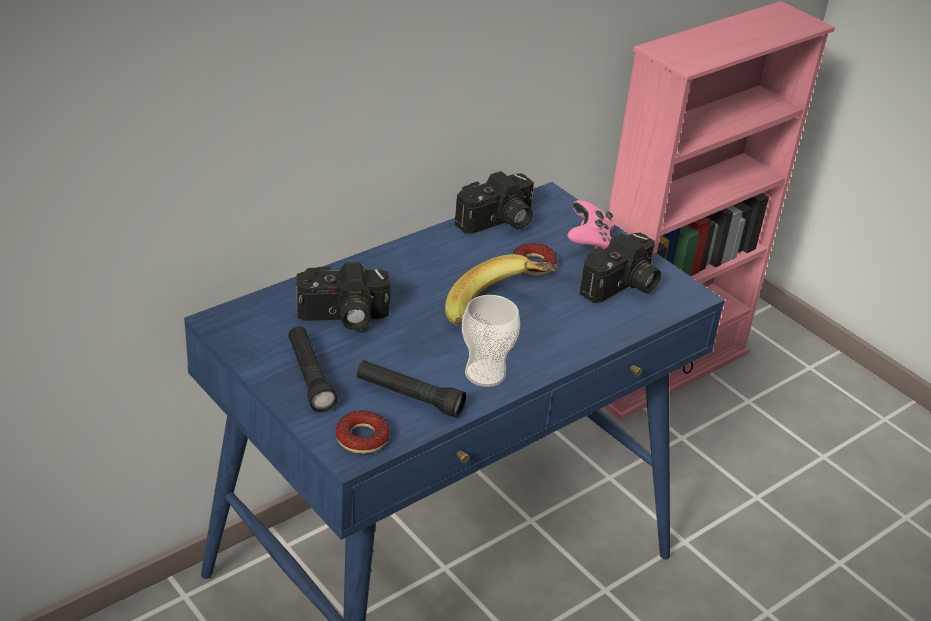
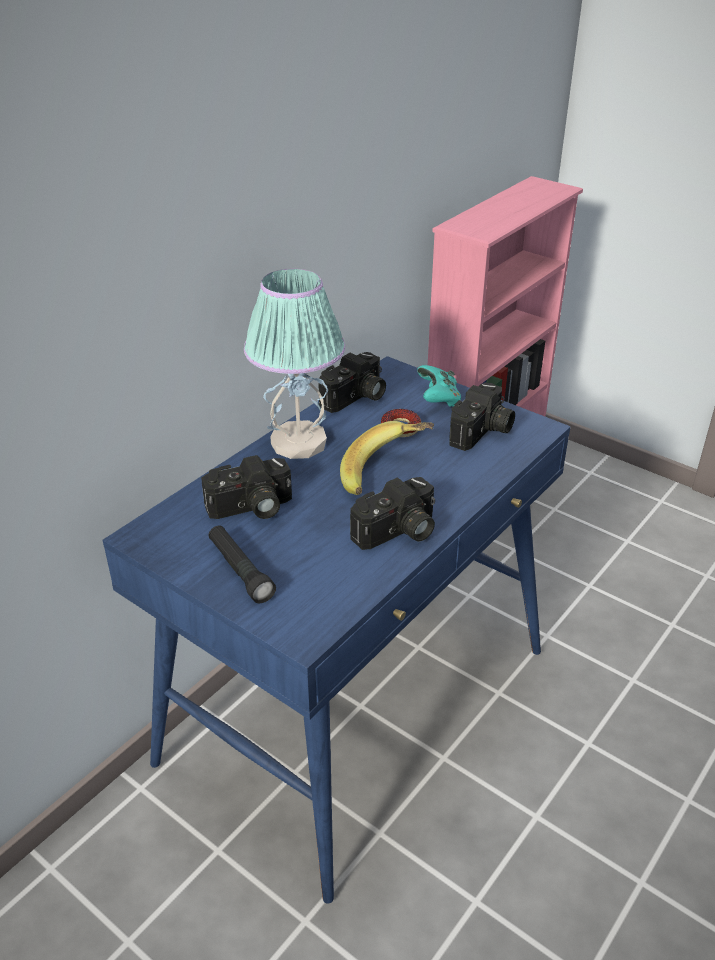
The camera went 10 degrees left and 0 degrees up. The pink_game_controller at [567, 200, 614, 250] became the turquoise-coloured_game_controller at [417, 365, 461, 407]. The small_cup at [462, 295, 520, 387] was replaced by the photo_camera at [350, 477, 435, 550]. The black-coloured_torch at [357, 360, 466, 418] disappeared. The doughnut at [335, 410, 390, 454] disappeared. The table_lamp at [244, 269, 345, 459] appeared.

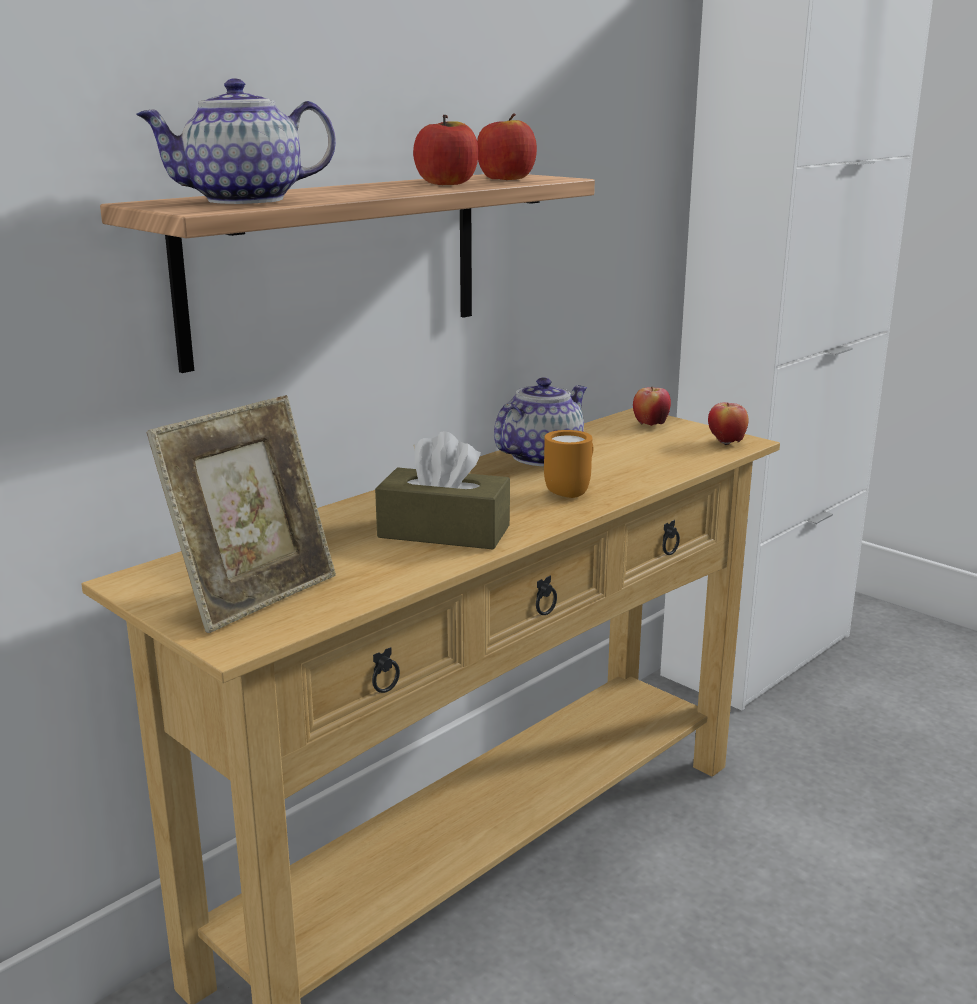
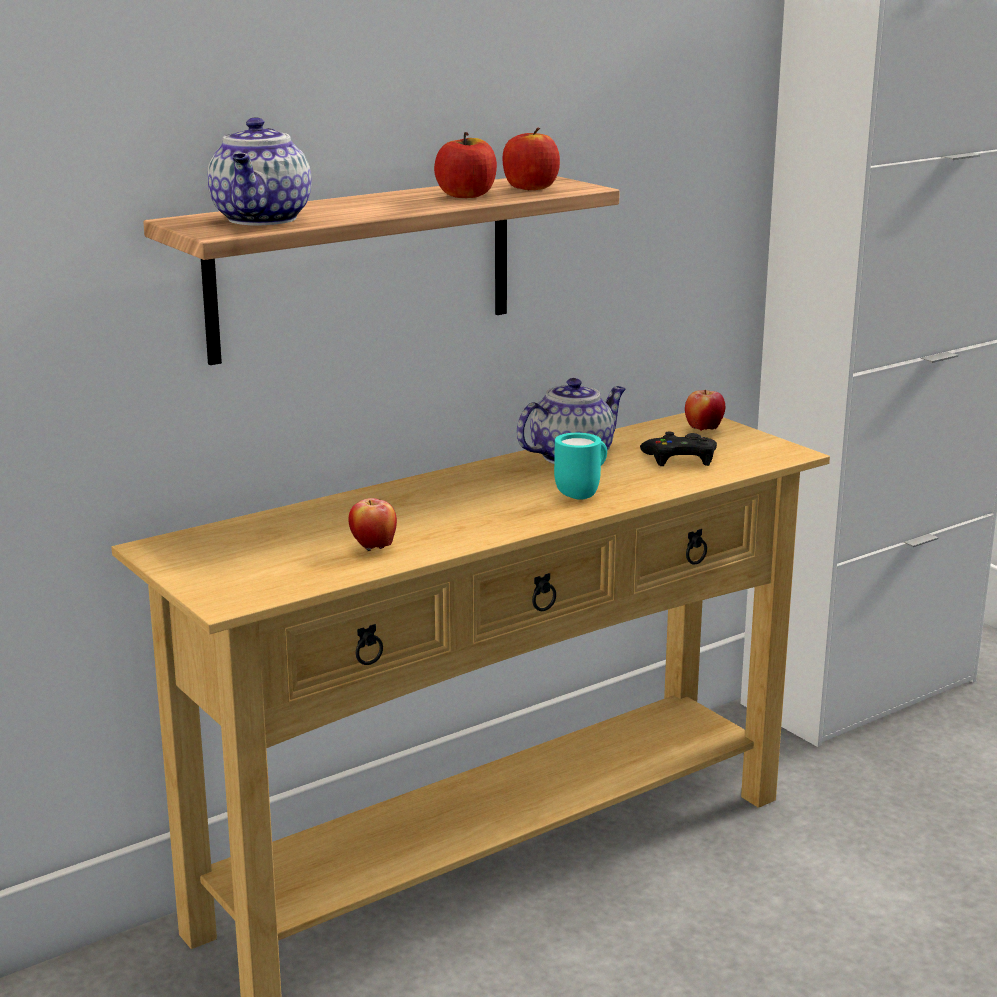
The camera went 10 degrees right and 0 degrees up. The tea_pot at [136, 78, 336, 204] turned 75 degrees counterclockwise. The photo_frame at [147, 395, 336, 633] disappeared. The whole_apple moved from [708, 402, 749, 445] to [348, 498, 397, 551]. The orange_mug at [544, 430, 593, 498] became the turquoise-coloured_mug at [554, 433, 607, 500]. The brownish_tissue_box at [375, 431, 510, 549] disappeared. The black-coloured_game_controller at [640, 432, 717, 466] appeared.

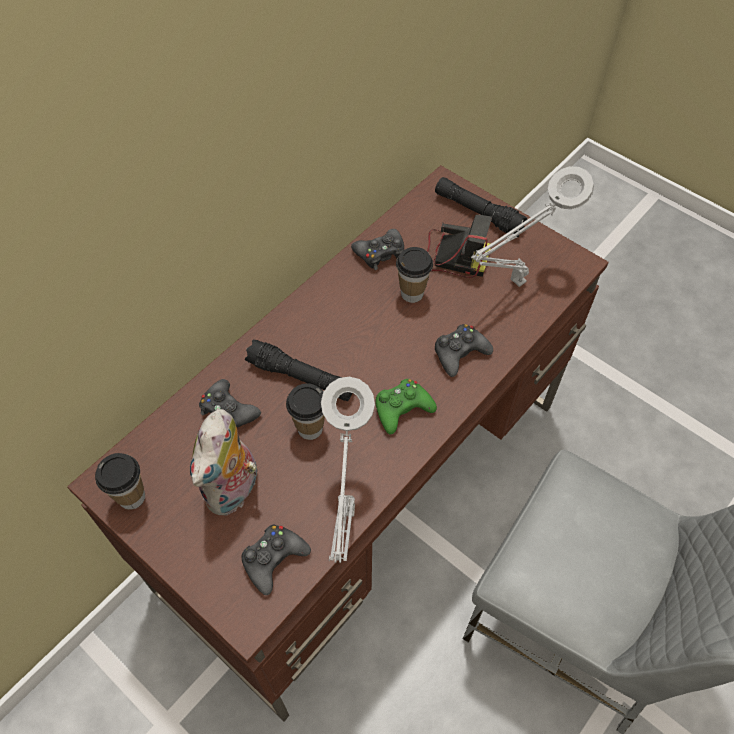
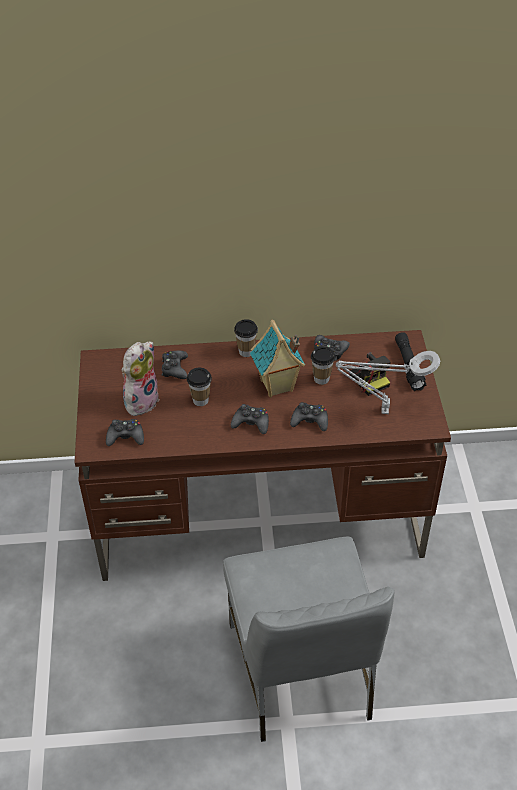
The camera went 45 degrees right and 10 degrees down. The black-coloured_torch at [245, 340, 353, 401] disappeared. The gray_table_lamp at [321, 377, 375, 563] disappeared. The green-coloured_game_controller at [375, 379, 437, 434] became the black-coloured_game_controller at [231, 404, 269, 434]. The plush_toy at [190, 409, 260, 516] turned 150 degrees clockwise. The small_cup moved from [95, 453, 145, 510] to [234, 319, 258, 357]. The model_house at [250, 320, 305, 398] appeared.

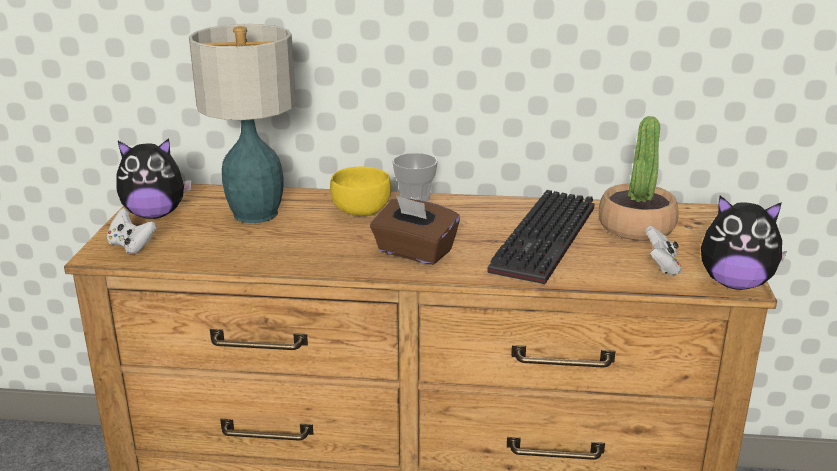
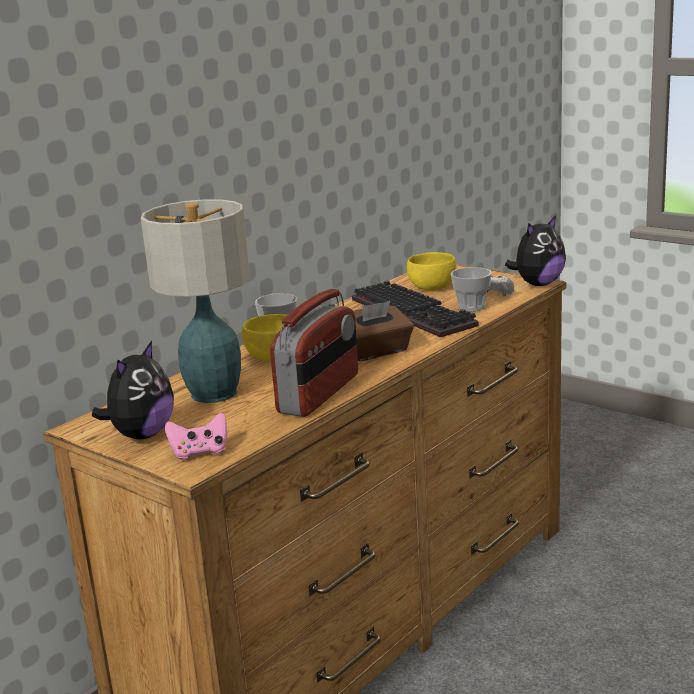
The camera went 55 degrees left and 5 degrees down. The houseplant at [599, 116, 679, 241] was replaced by the yellowish_serving_bowl at [407, 252, 456, 291]. The white_game_controller at [107, 208, 157, 254] became the pink_game_controller at [165, 412, 227, 459]. The small_cup at [451, 267, 492, 312] appeared. The radio at [270, 289, 358, 417] appeared.

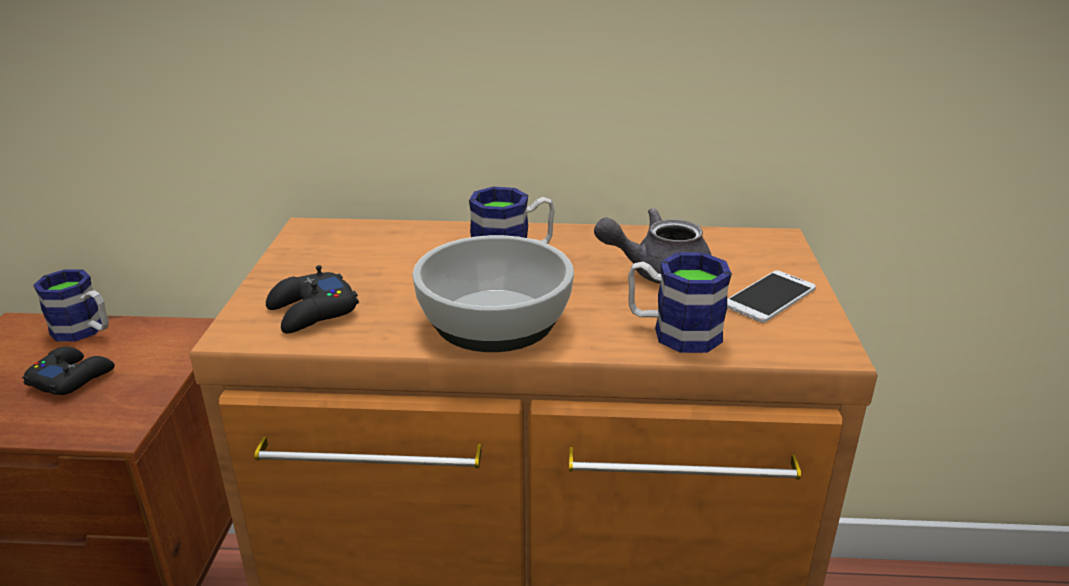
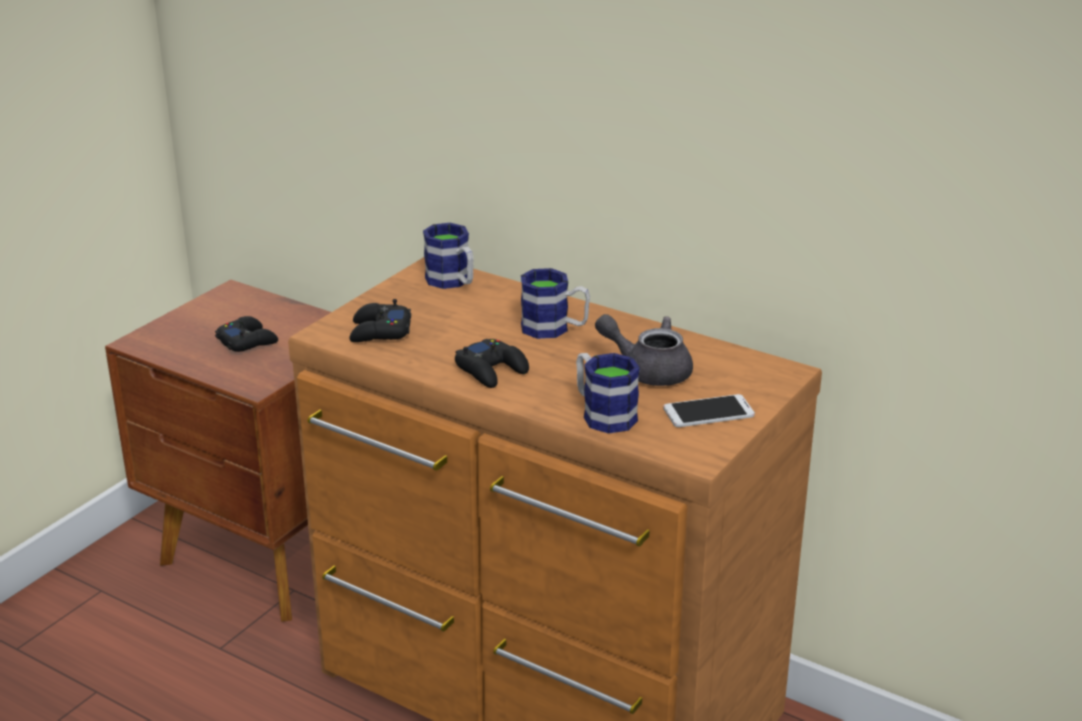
The camera went 30 degrees right and 0 degrees up. The serving_bowl at [412, 235, 574, 352] was replaced by the black-coloured_game_controller at [455, 339, 529, 388]. The mug moved from [33, 269, 109, 342] to [423, 223, 474, 289].

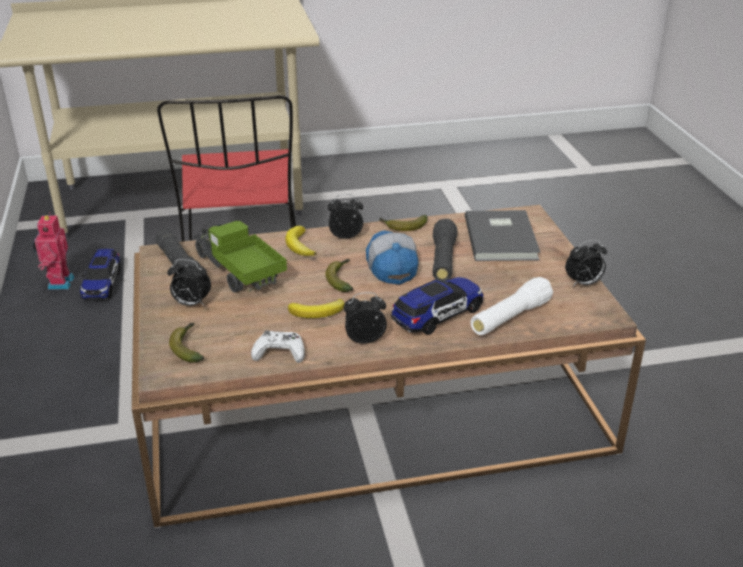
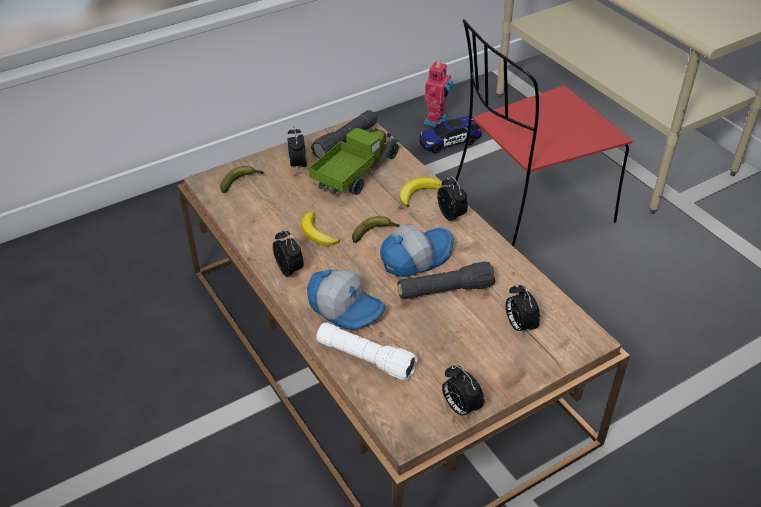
The camera went 70 degrees right and 10 degrees up. The gray_bound_book at [465, 210, 540, 261] was replaced by the table_clock at [506, 284, 540, 336]. The toy_robot at [32, 212, 74, 289] turned 135 degrees clockwise. The whole_banana at [379, 215, 428, 231] disappeared. The toy_car at [391, 277, 483, 335] was replaced by the peaked_cap at [307, 269, 386, 330]. The white_game_controller at [251, 330, 305, 363] disappeared.

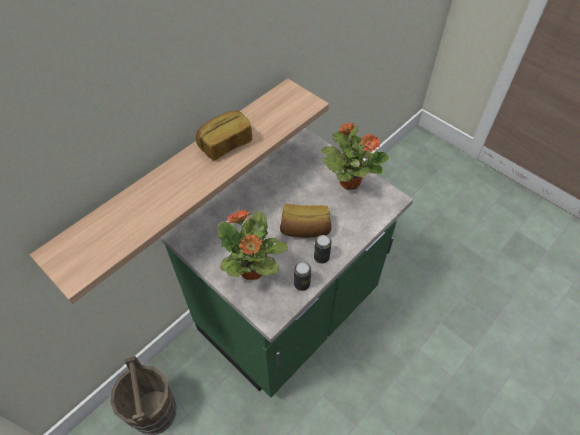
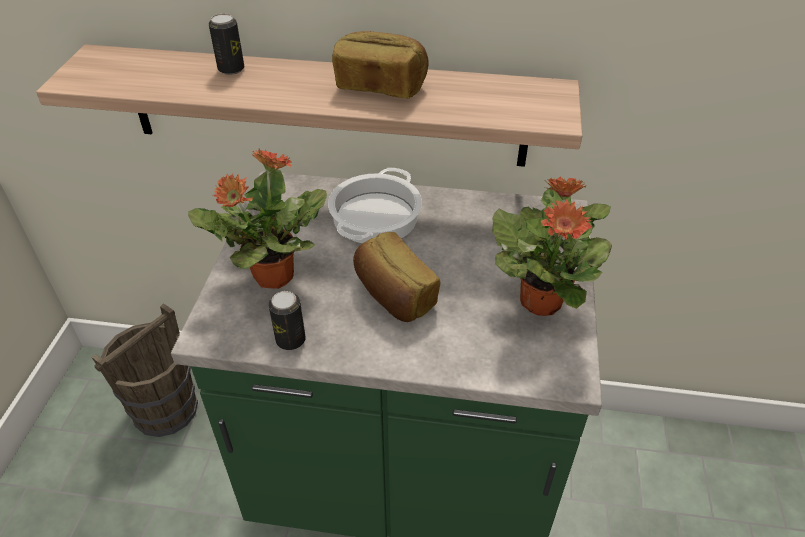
The camera went 55 degrees right and 10 degrees down. The sealed_can moved from [314, 235, 332, 264] to [209, 14, 244, 75]. The saucepot at [328, 168, 422, 243] appeared.

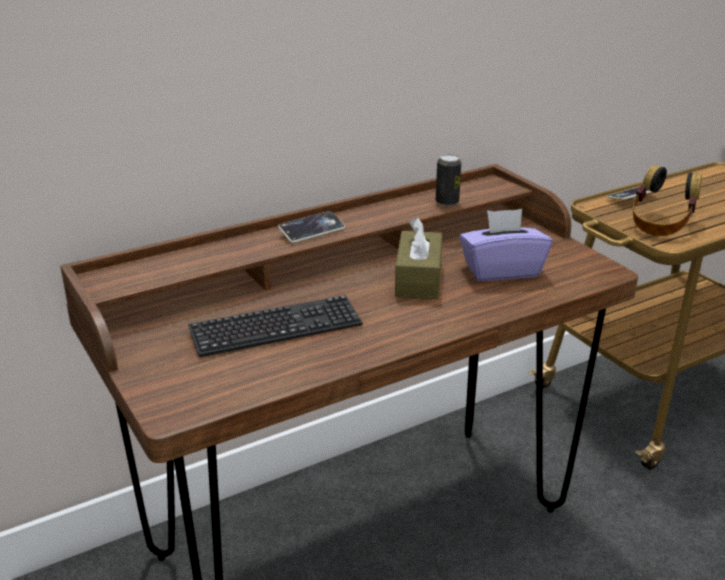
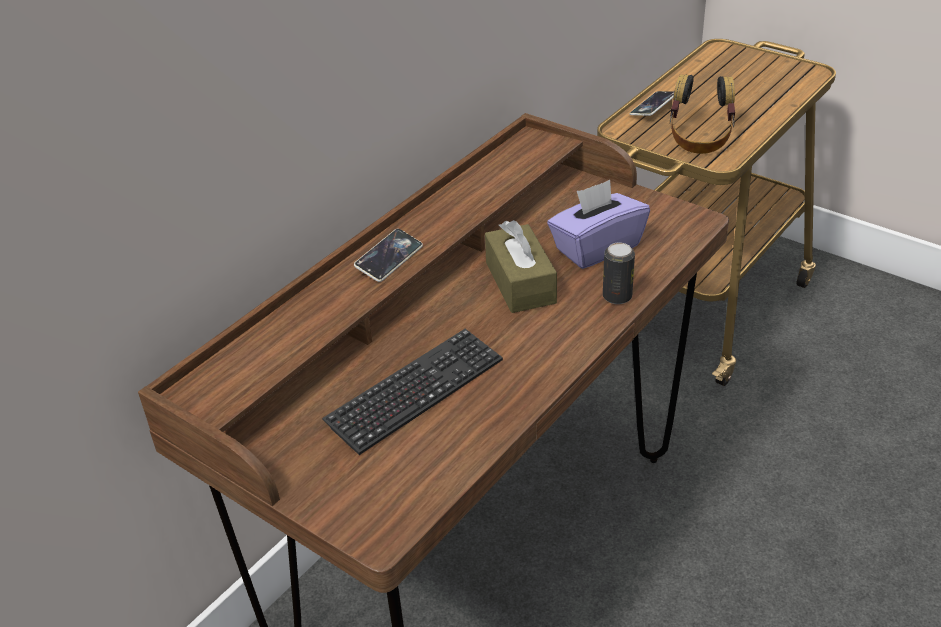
The camera went 20 degrees left and 10 degrees up. The sealed_can moved from [436, 154, 461, 206] to [603, 242, 635, 304].

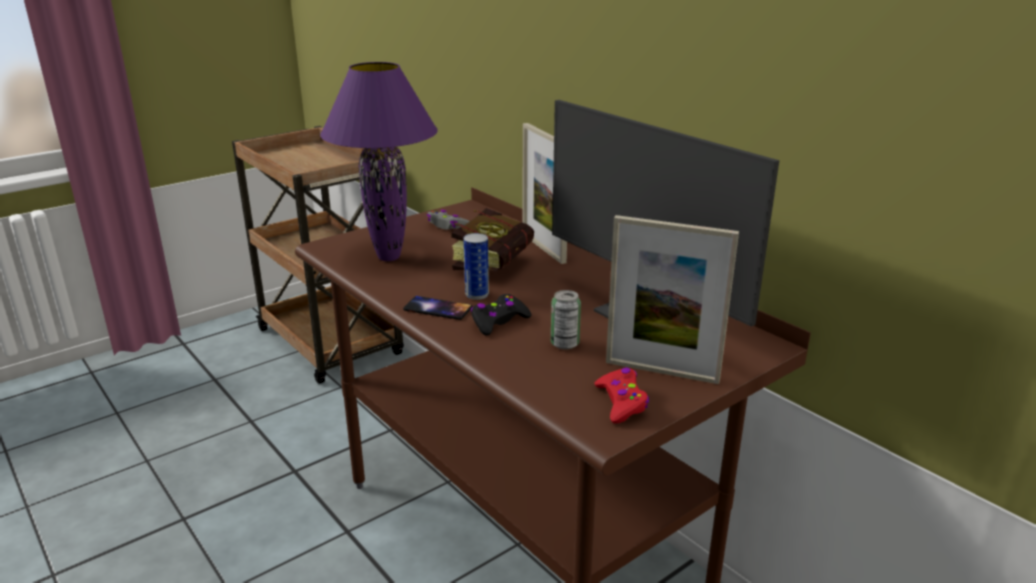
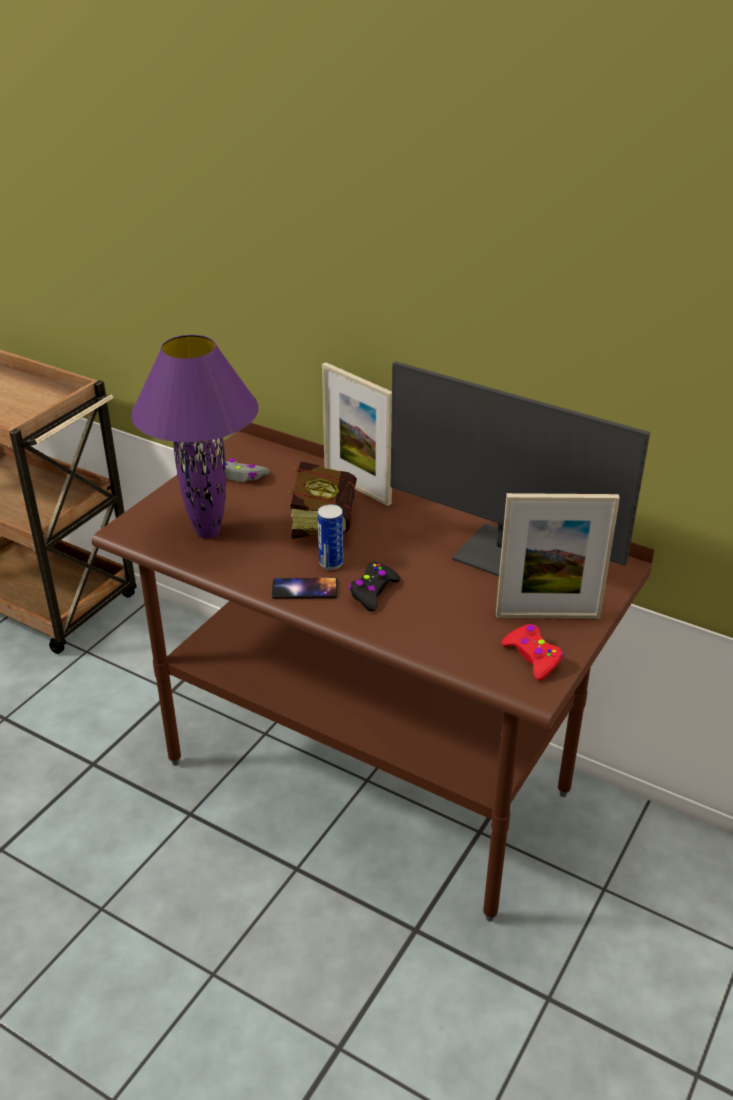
The camera went 20 degrees left and 10 degrees up. The sealed_can at [551, 290, 581, 349] disappeared.

